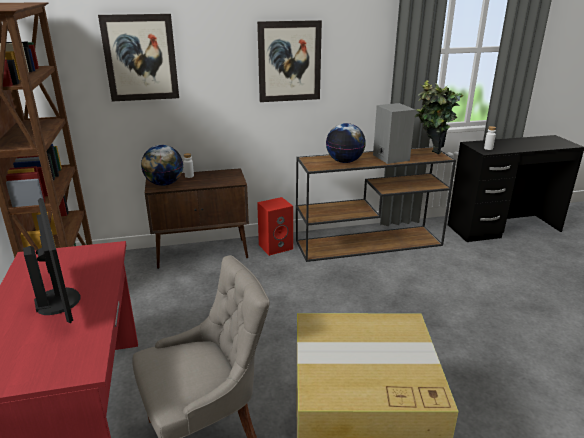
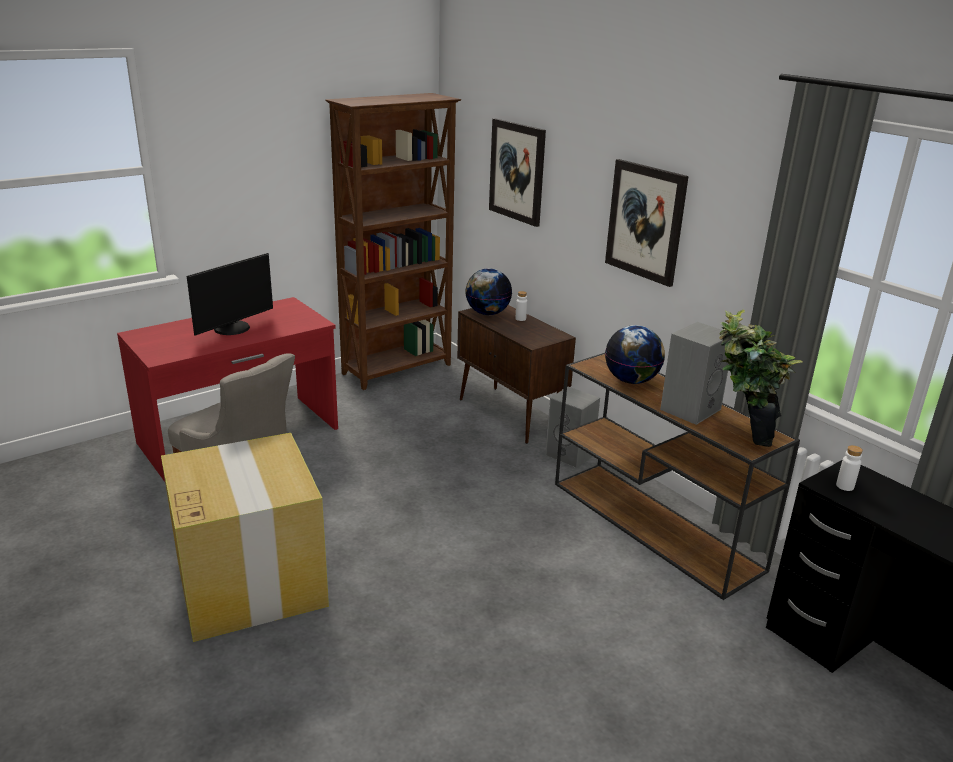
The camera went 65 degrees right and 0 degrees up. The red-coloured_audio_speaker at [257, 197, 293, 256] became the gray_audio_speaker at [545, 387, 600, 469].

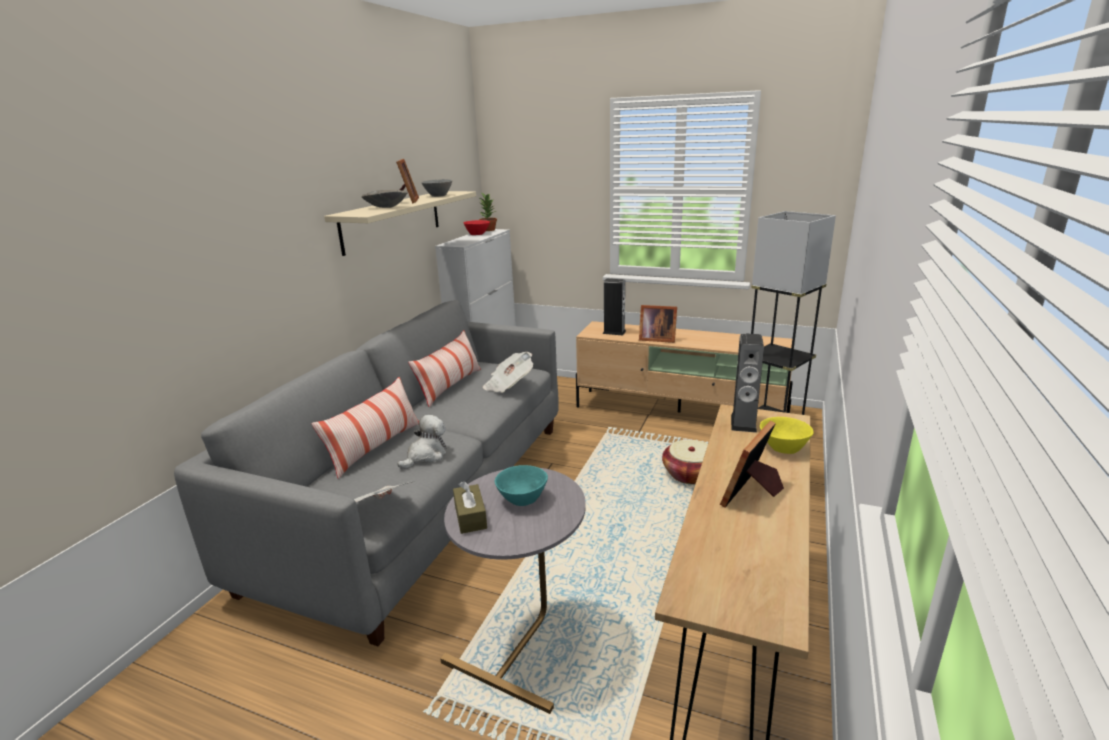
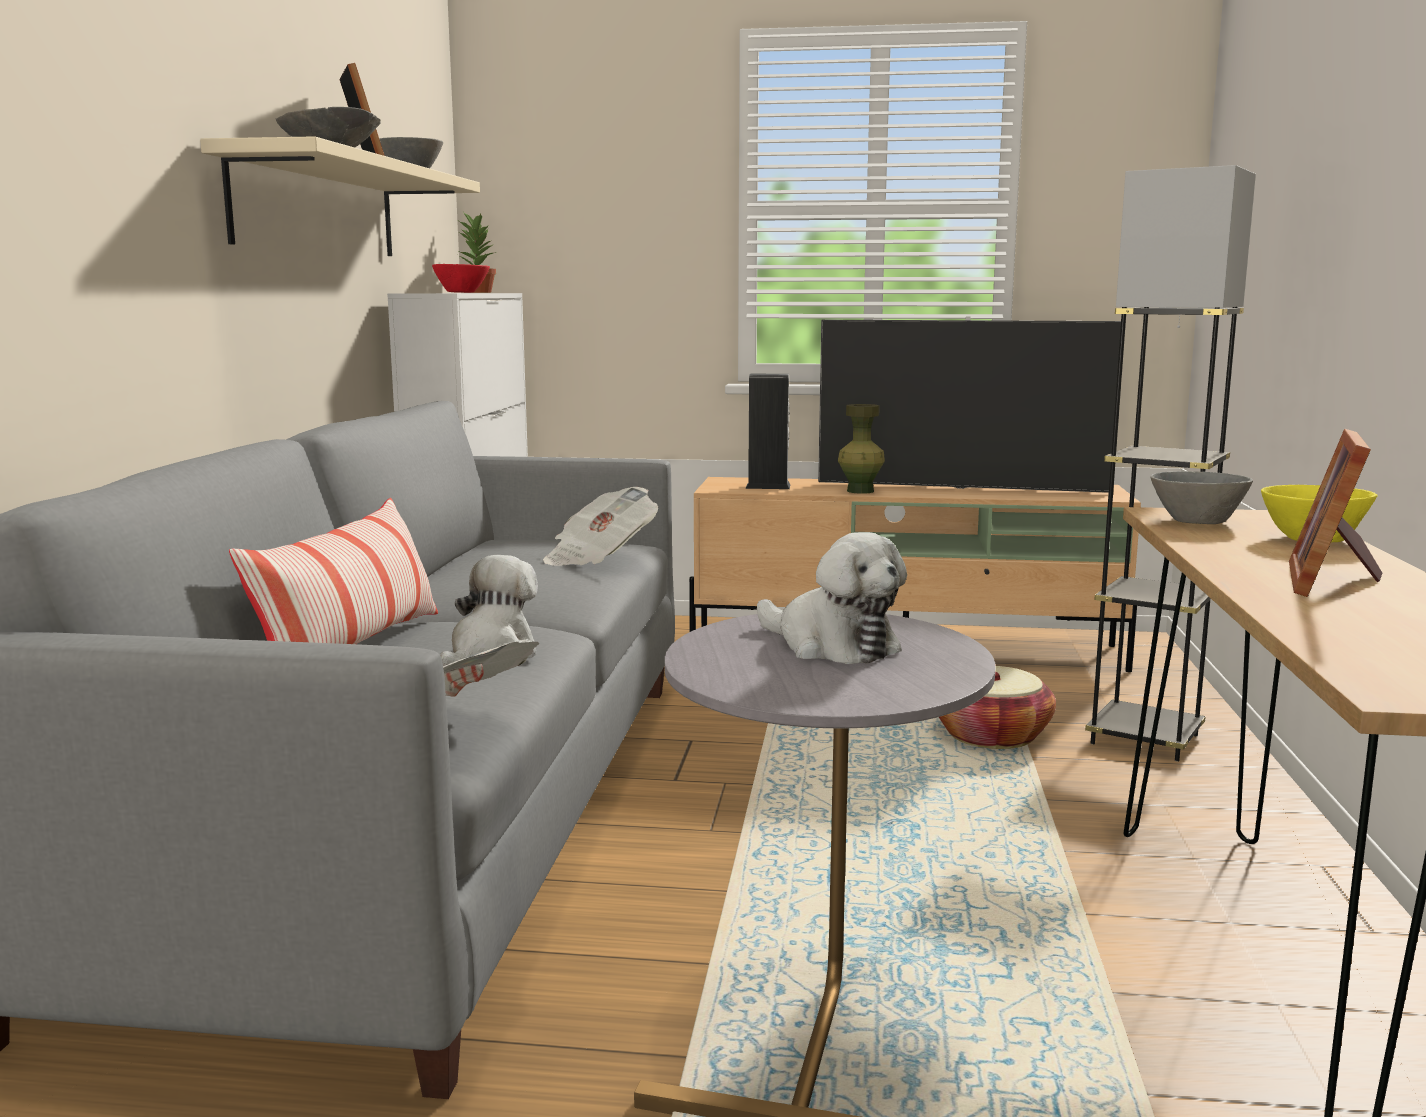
The camera went 15 degrees left and 10 degrees down. The photo_frame at [639, 305, 677, 343] was replaced by the green-coloured_flower_vase at [838, 404, 885, 494]. The cushion at [408, 330, 481, 407] disappeared. The audio_speaker at [731, 333, 764, 433] was replaced by the gray_serving_bowl at [1150, 471, 1253, 524]. The turquoise-coloured_serving_bowl at [495, 465, 548, 506] was replaced by the plush_toy at [757, 532, 907, 664]. The brownish_tissue_box at [453, 481, 487, 534] disappeared. The TV at [818, 316, 1121, 493] appeared.

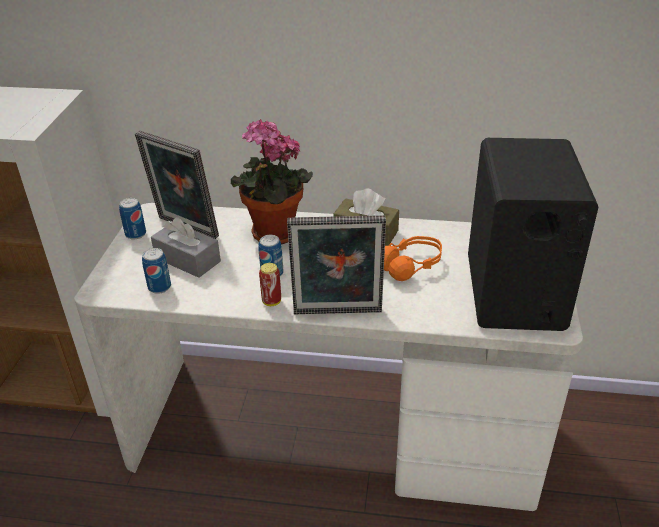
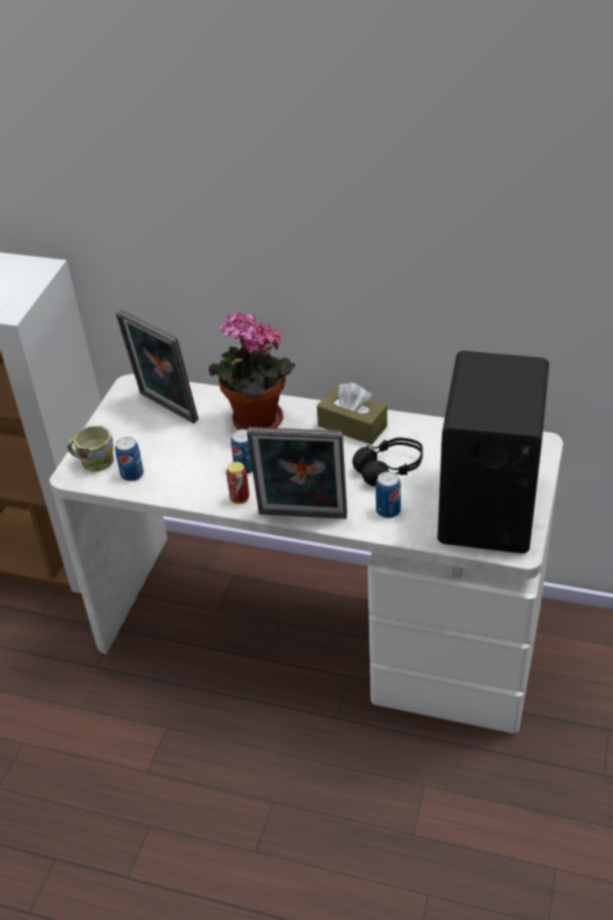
The camera went 10 degrees right and 5 degrees up. The sealed_can moved from [119, 198, 146, 240] to [376, 471, 401, 518]. The gray_tissue_box at [151, 217, 221, 278] disappeared. The orange_pair_of_headphones at [384, 236, 442, 281] became the black-coloured_pair_of_headphones at [352, 437, 423, 486]. The mug at [67, 425, 114, 472] appeared.

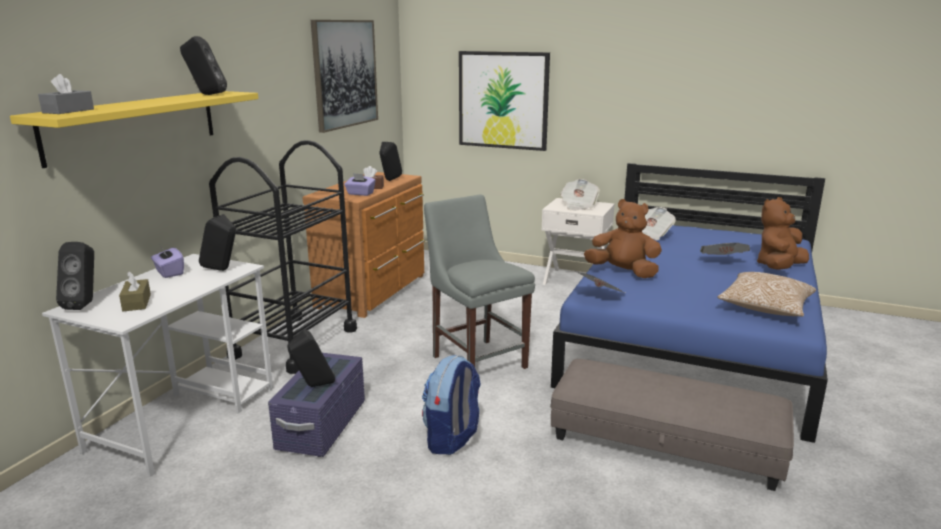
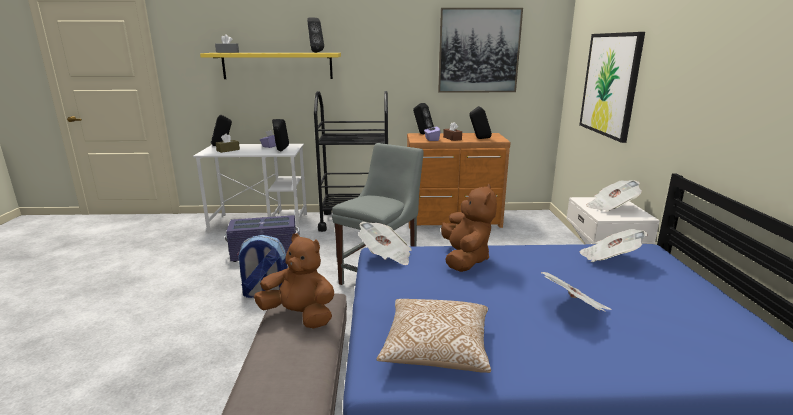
The camera went 65 degrees right and 0 degrees up. The brownish_plush_toy moved from [757, 197, 809, 270] to [254, 233, 334, 328]. The black-coloured_audio_speaker moved from [288, 329, 335, 387] to [413, 103, 434, 134].

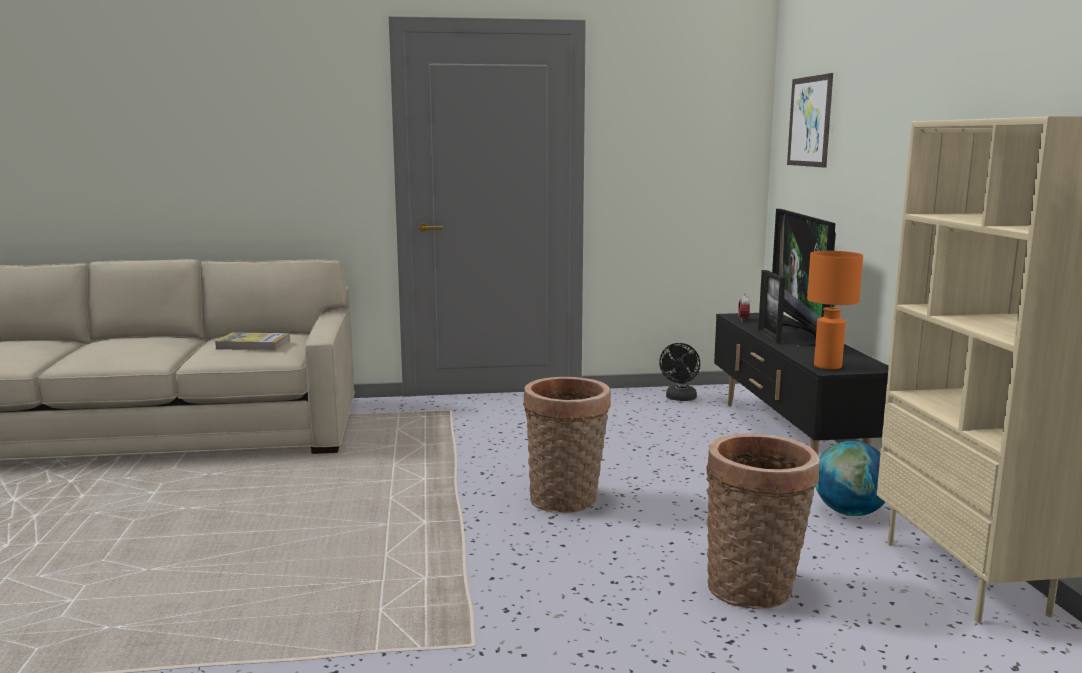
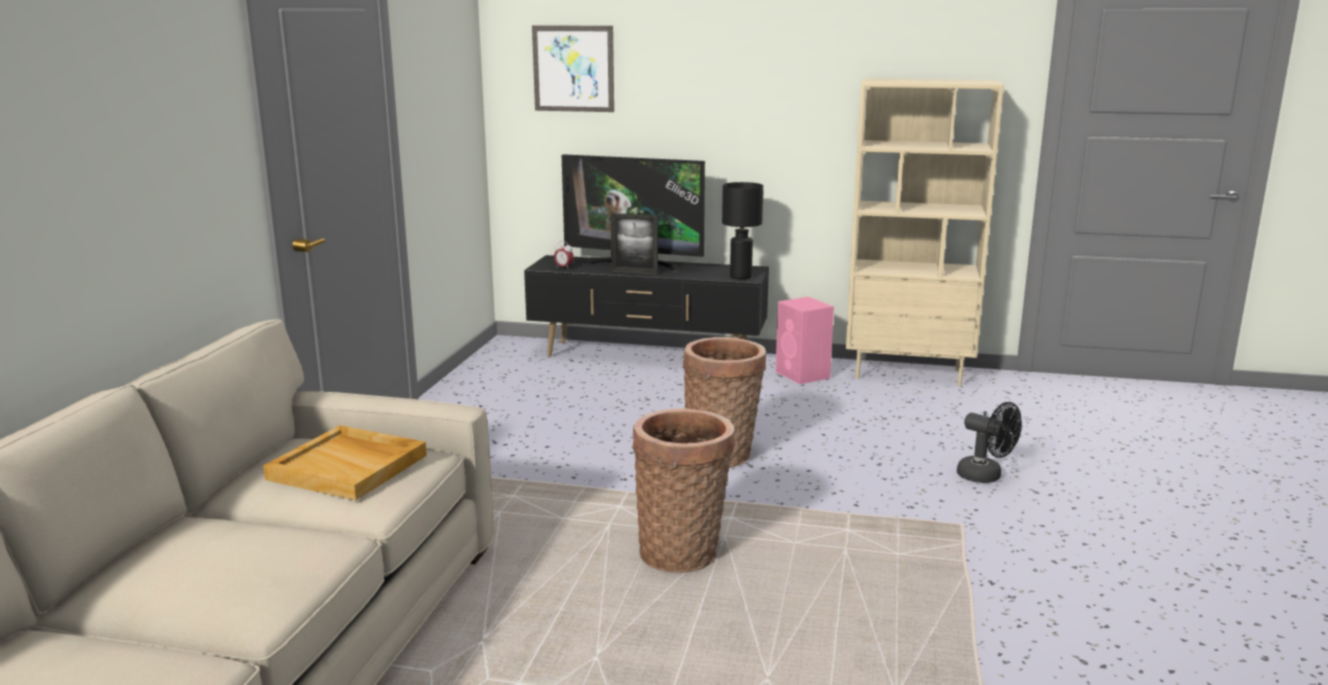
The camera went 70 degrees left and 5 degrees up. The orange_table_lamp at [807, 251, 863, 370] became the black-coloured_table_lamp at [722, 182, 763, 279]. The bound_book at [215, 332, 290, 351] was replaced by the sand-coloured_tray at [263, 425, 427, 500]. The black-coloured_fan moved from [659, 343, 700, 401] to [957, 402, 1022, 483]. The basket moved from [706, 434, 820, 609] to [632, 409, 735, 573]. The globe at [815, 441, 885, 516] was replaced by the pink_audio_speaker at [776, 297, 834, 384].

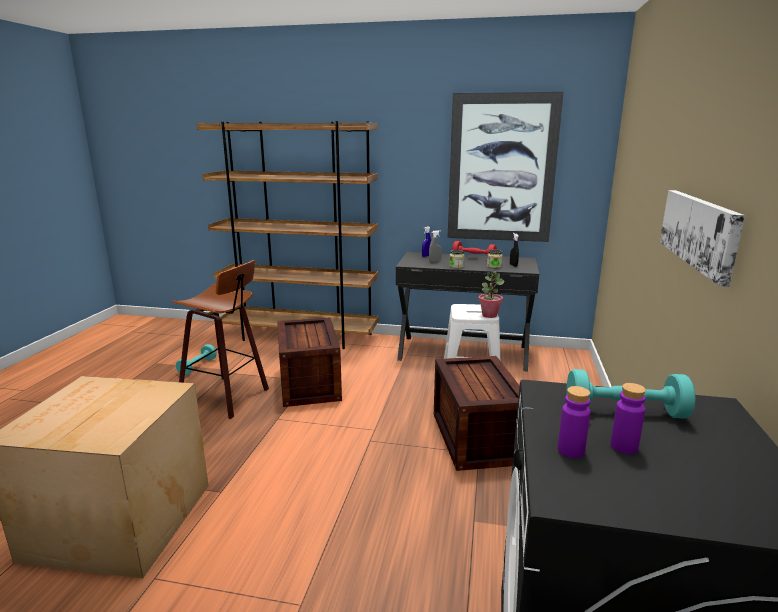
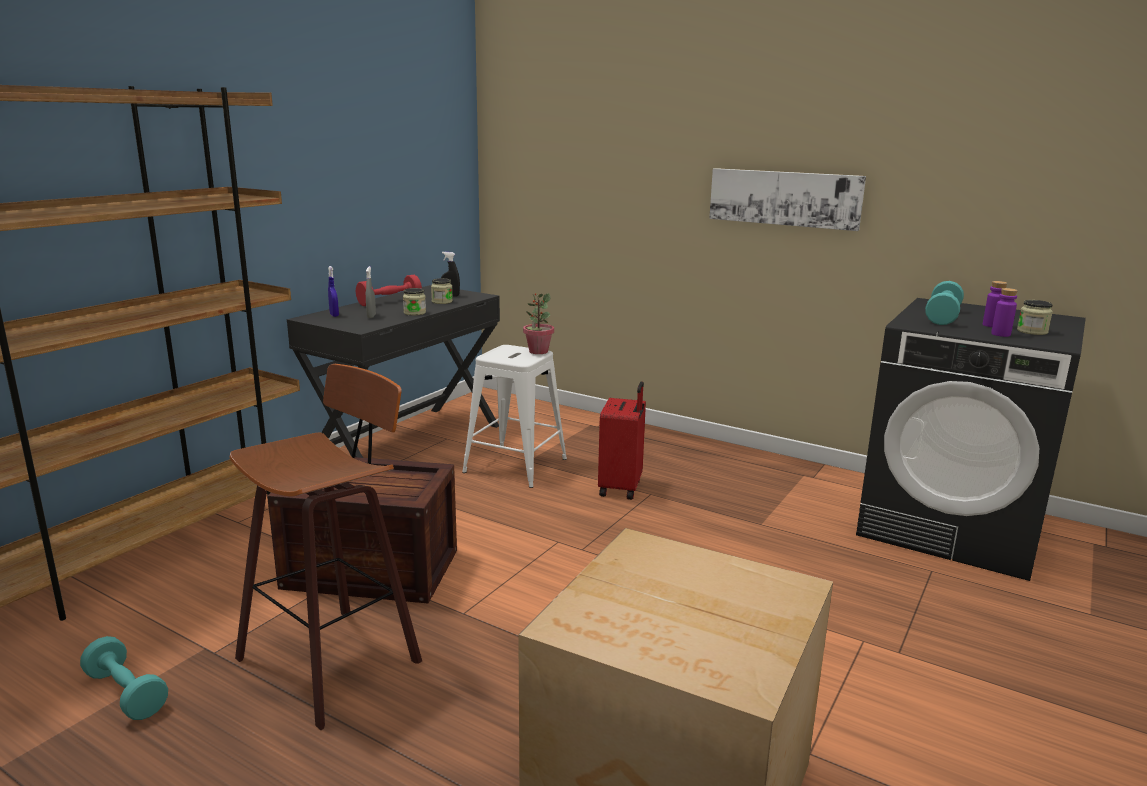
The camera went 70 degrees left and 0 degrees up. The wall_picture at [448, 92, 564, 242] disappeared. The shipping_crate at [434, 356, 520, 471] was replaced by the red-coloured_suitcase at [598, 382, 646, 500]. The jar at [1017, 300, 1053, 335] appeared.

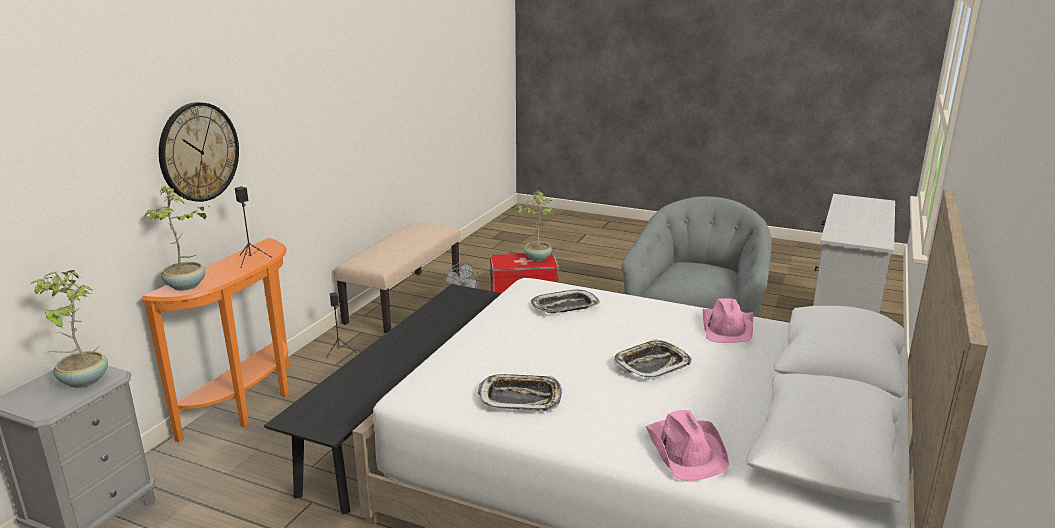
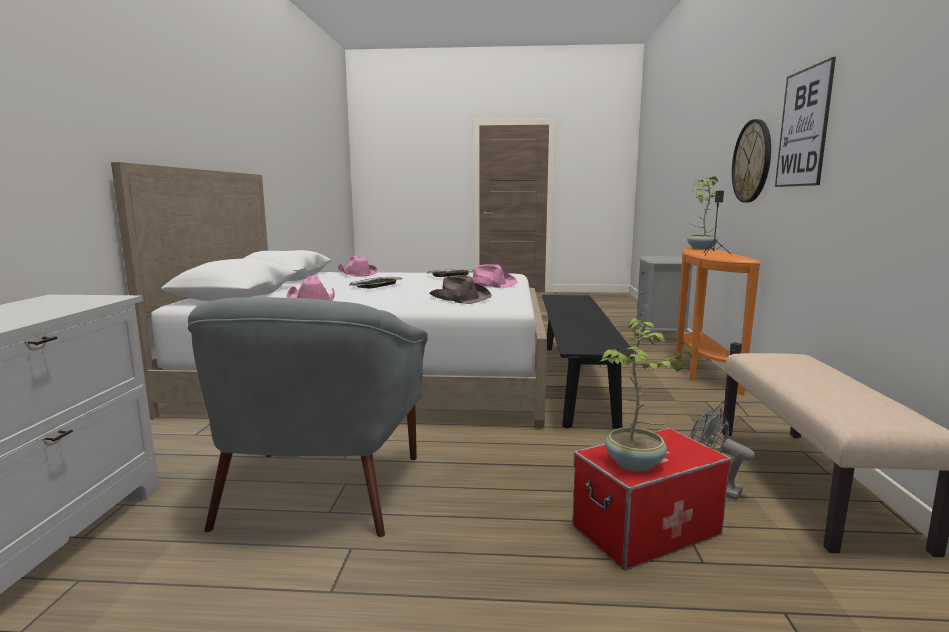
The camera went 160 degrees right and 10 degrees down. The houseplant at [29, 270, 108, 388] disappeared. The tray at [531, 289, 600, 313] was replaced by the brownish_clothing_hat at [429, 275, 491, 304]. The wall_picture at [775, 57, 836, 187] appeared. The pink_clothing_hat at [471, 264, 518, 288] appeared.

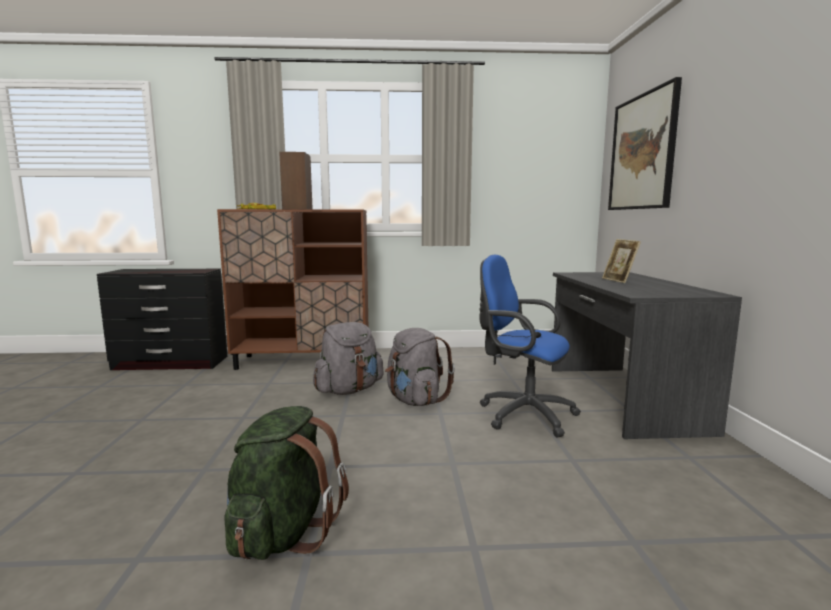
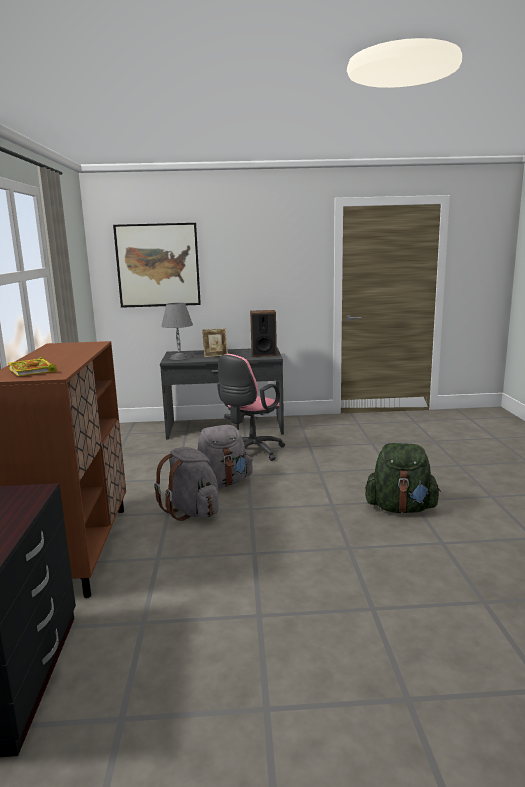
The camera went 90 degrees left and 5 degrees up. The audio_speaker moved from [279, 152, 313, 209] to [250, 310, 277, 357]. The bluish_desk_chair at [479, 255, 581, 437] became the pink_desk_chair at [217, 354, 285, 461]. The gray_table_lamp at [161, 303, 193, 360] appeared.

